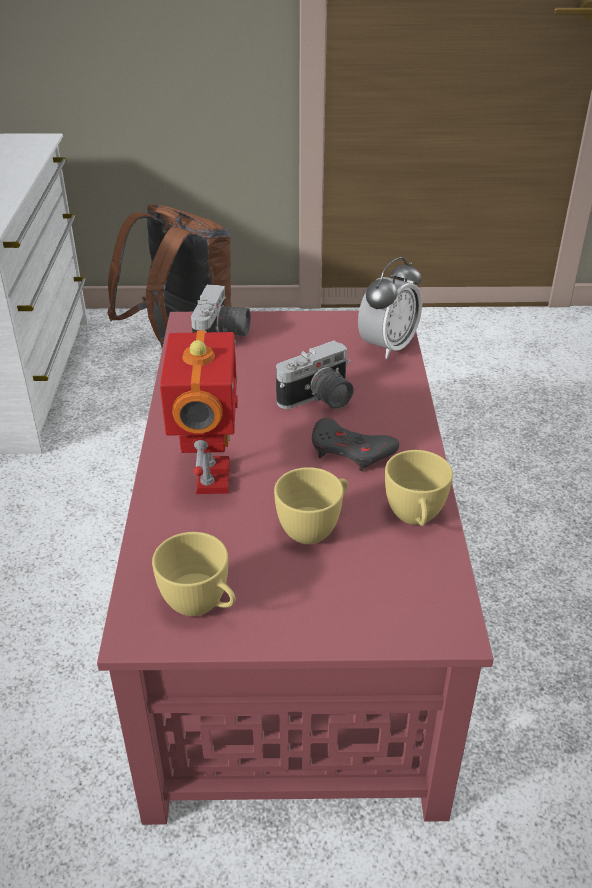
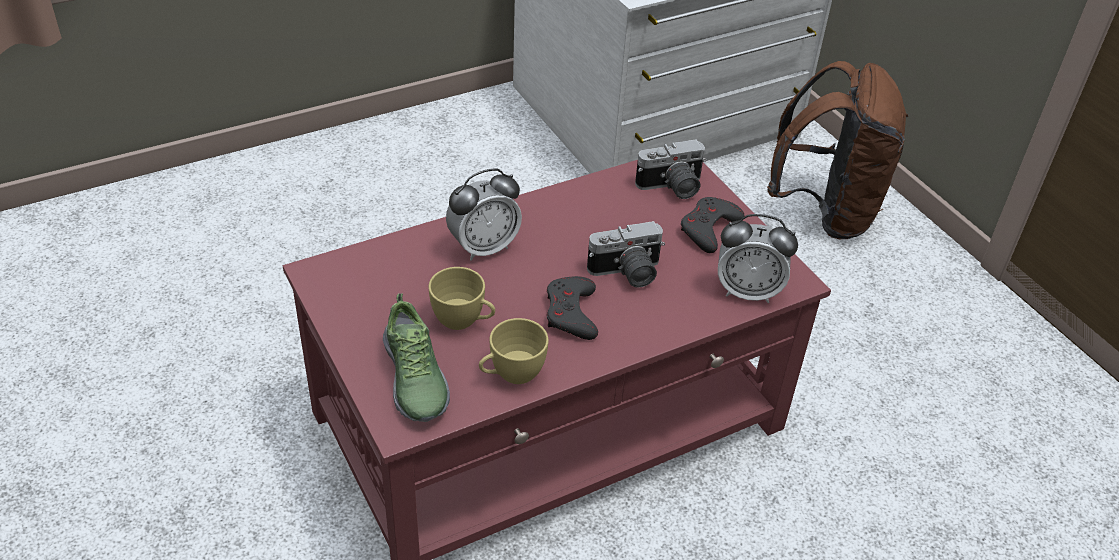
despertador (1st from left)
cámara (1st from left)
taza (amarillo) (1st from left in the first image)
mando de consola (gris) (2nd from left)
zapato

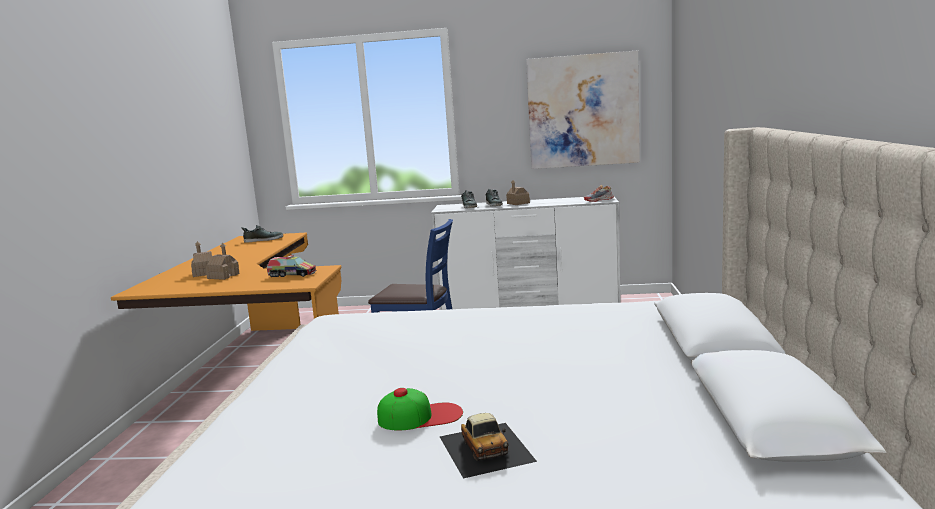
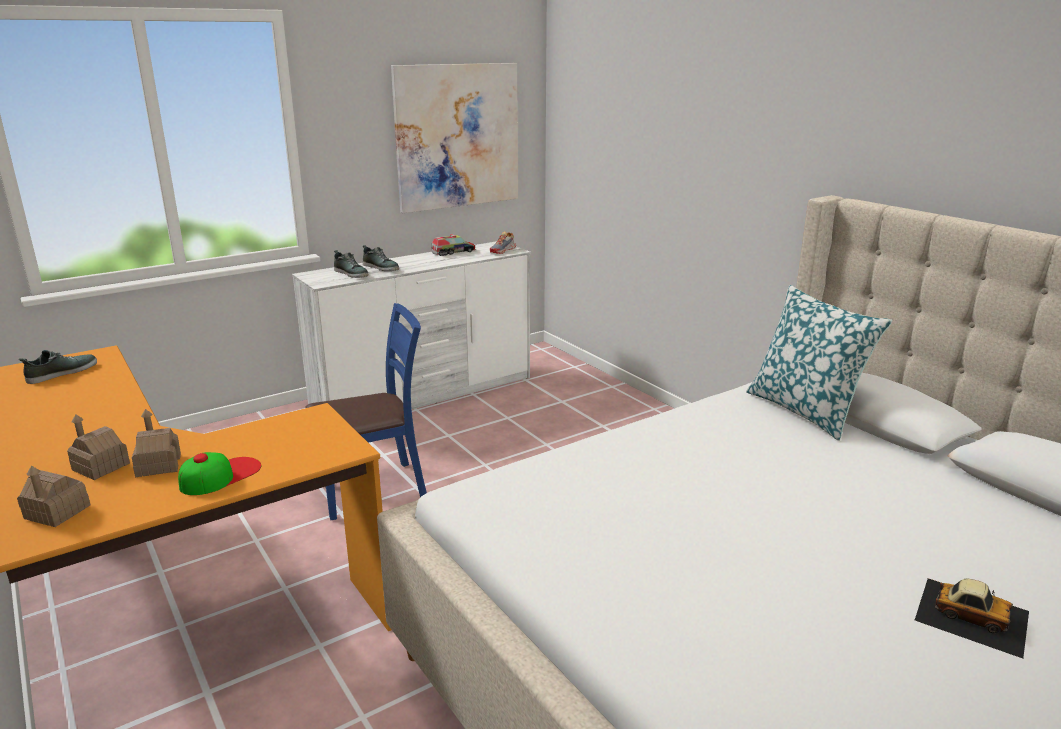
casita (1st from left)
camión de juguete
gorra
cojín

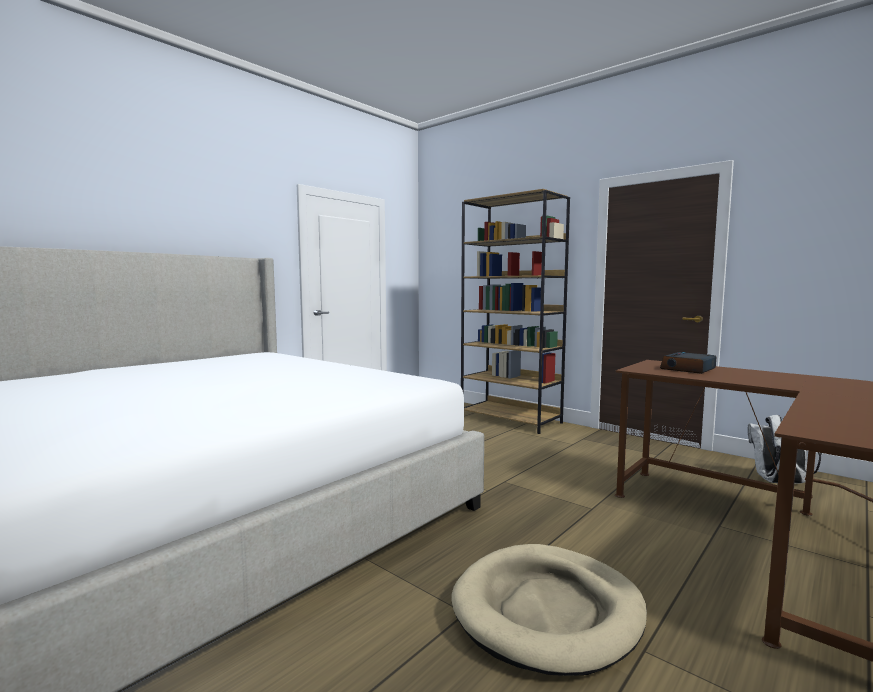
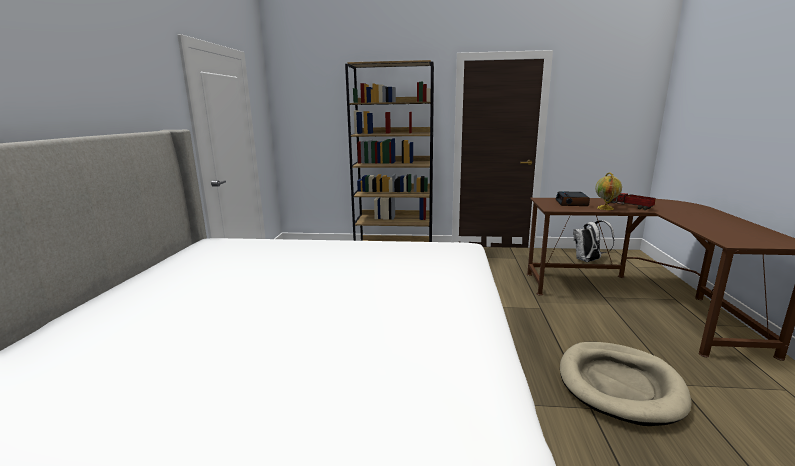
globo terráqueo
camión de juguete

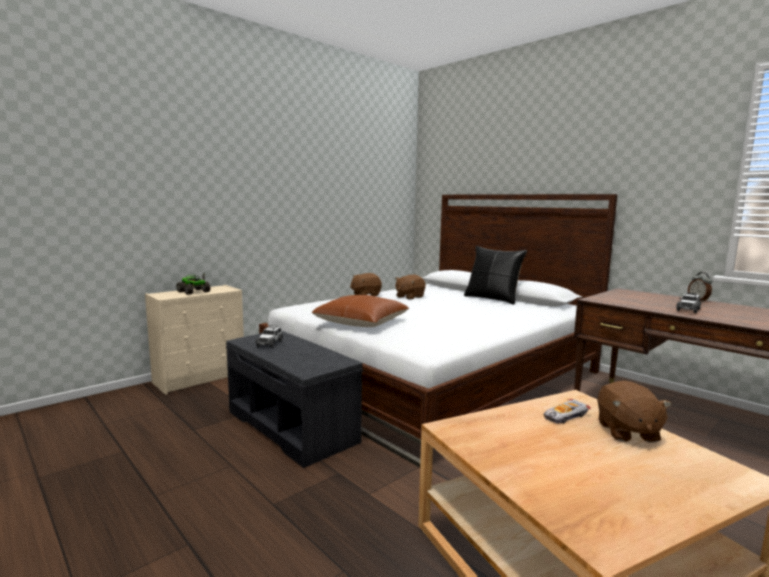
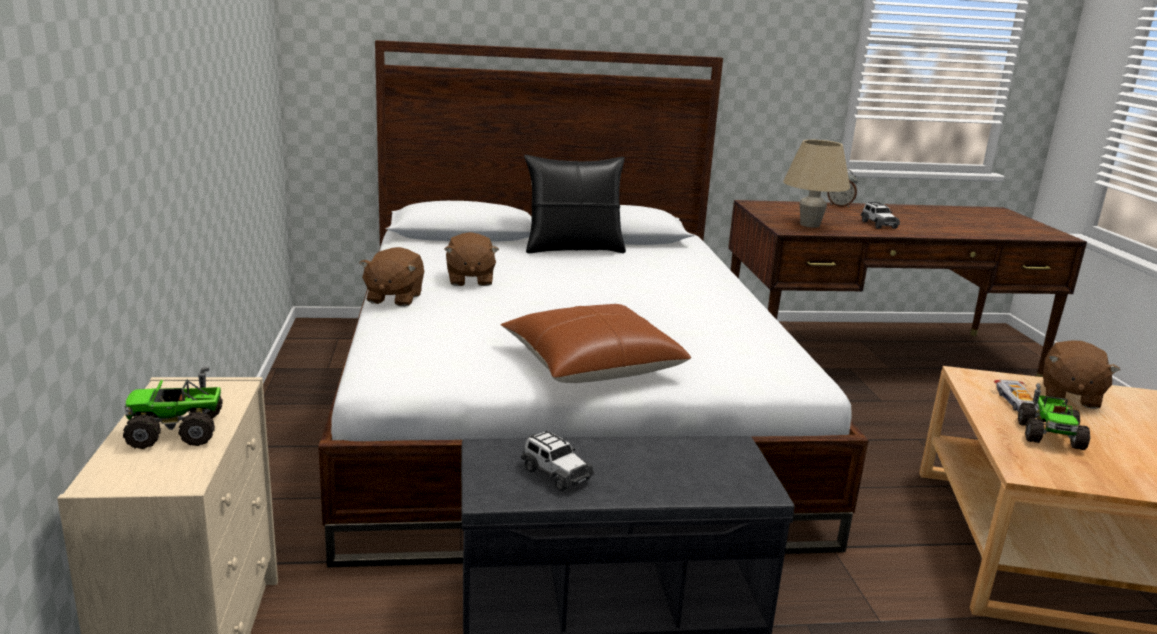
peluche (marrón) (3rd from left)
lámpara de mesa (beis)
camión de juguete (2nd from left)

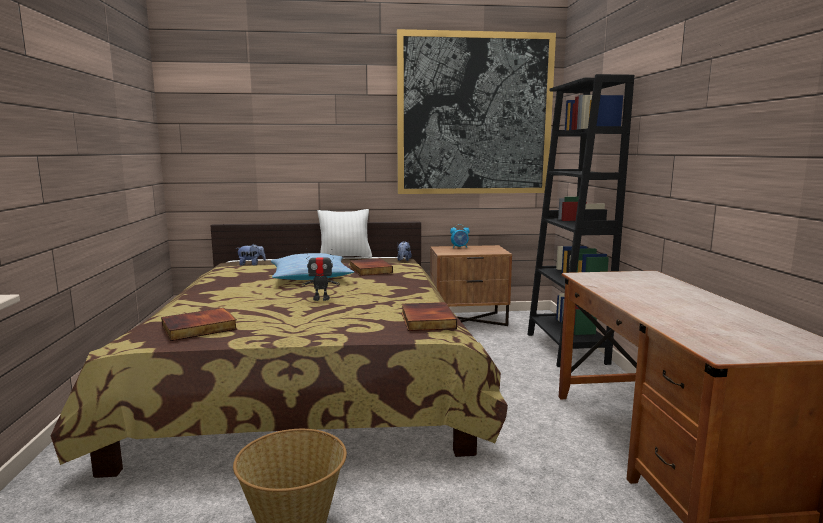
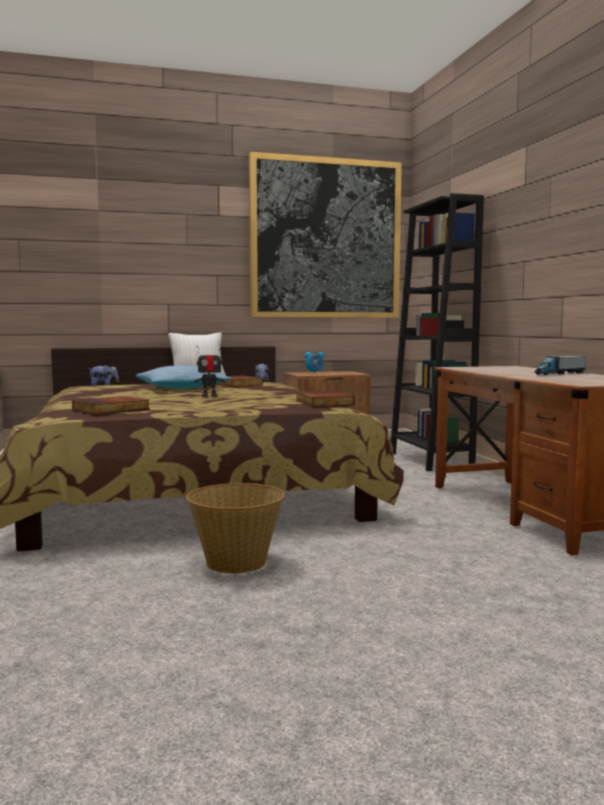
camión de juguete

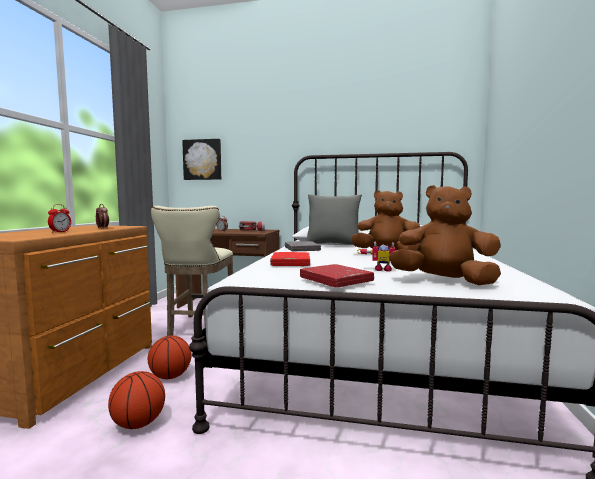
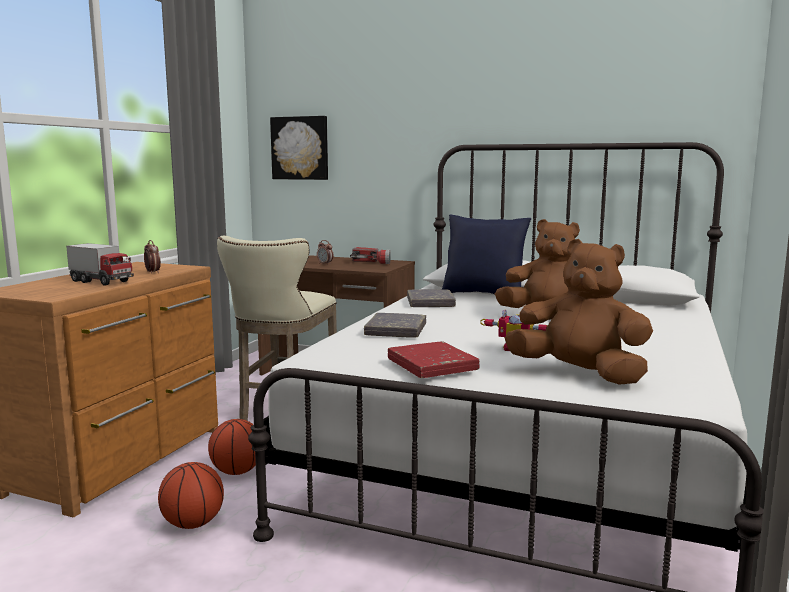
cojín (azul)
camión de juguete
libro (gris) (1st from left)

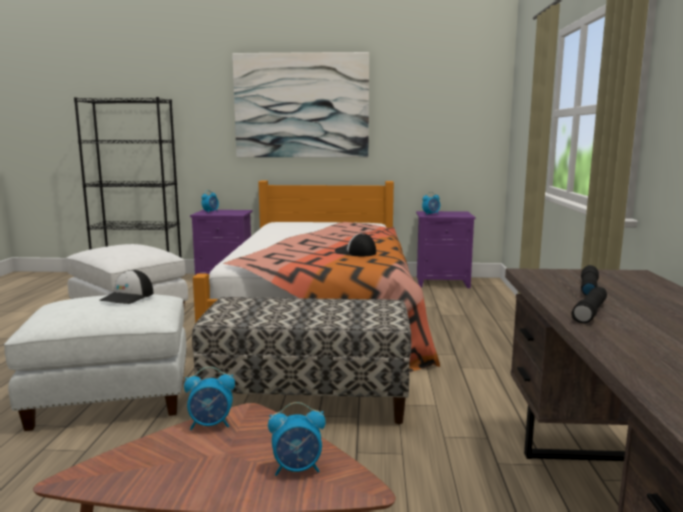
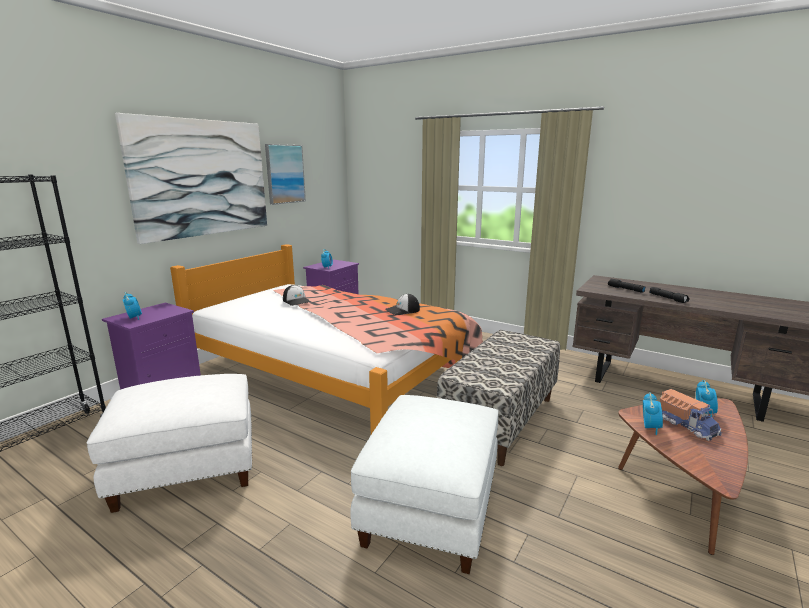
gorra (1st from left)
cuadro (2nd from left)
camión de juguete

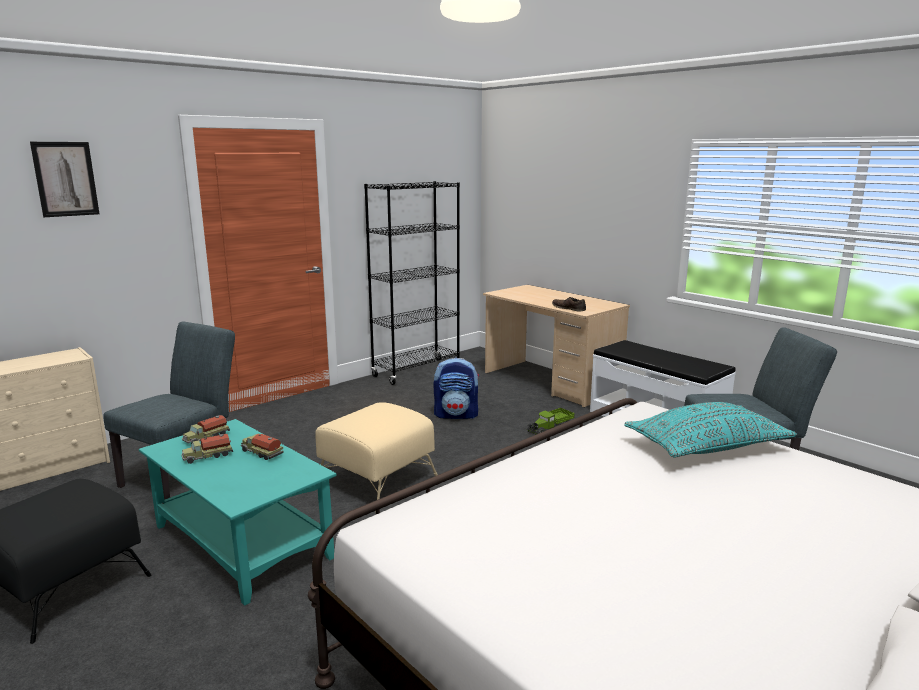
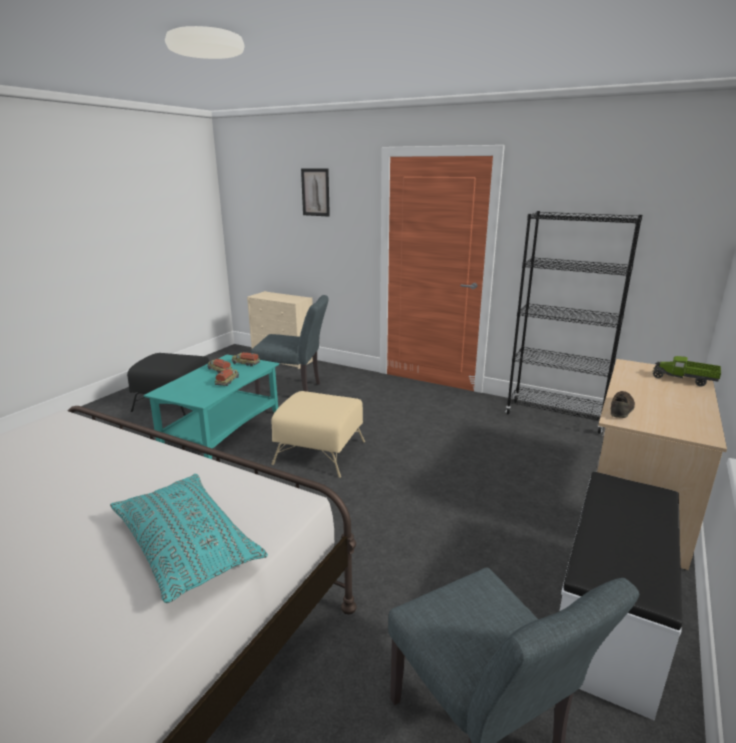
mochila
camión de juguete (4th from left)

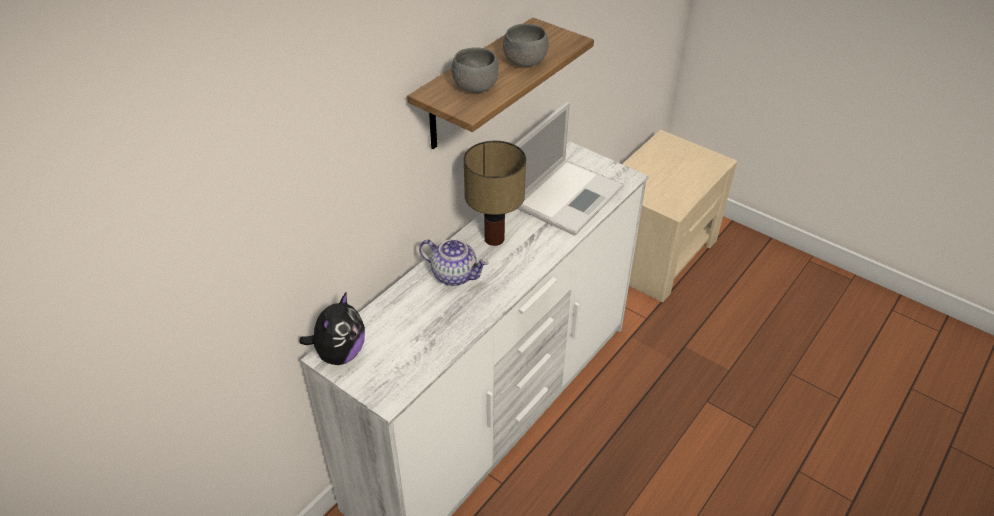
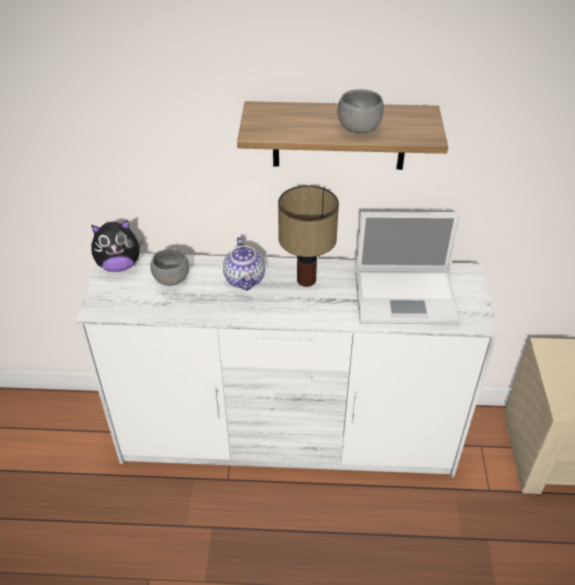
cuenco (gris) (1st from left)

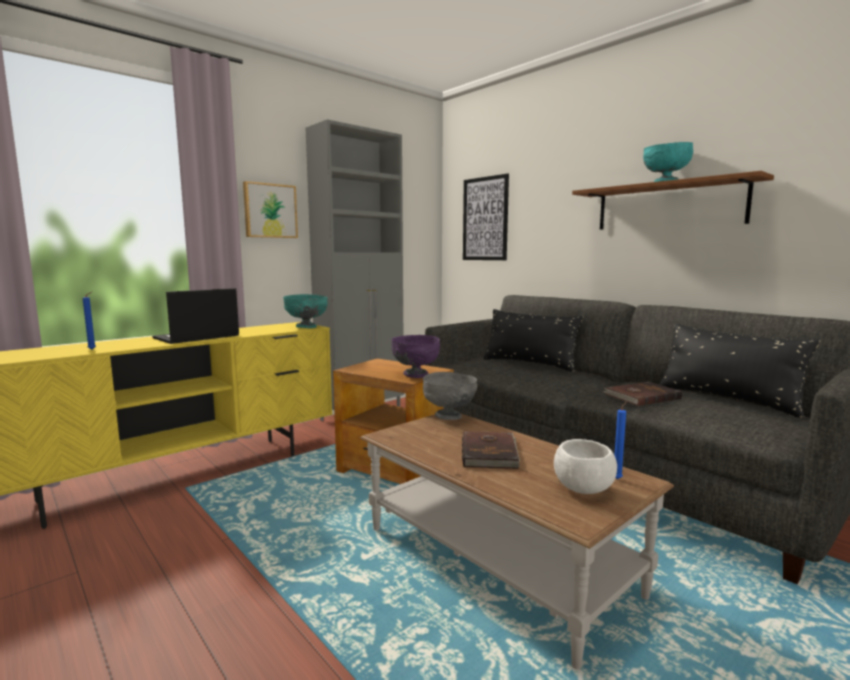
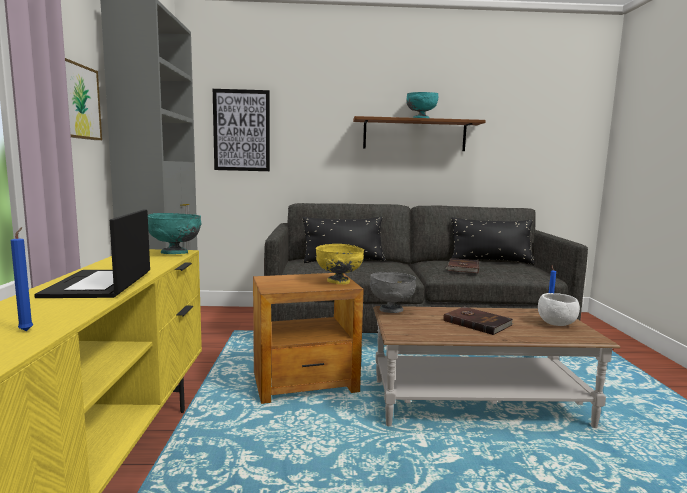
cuenco (amarillo)

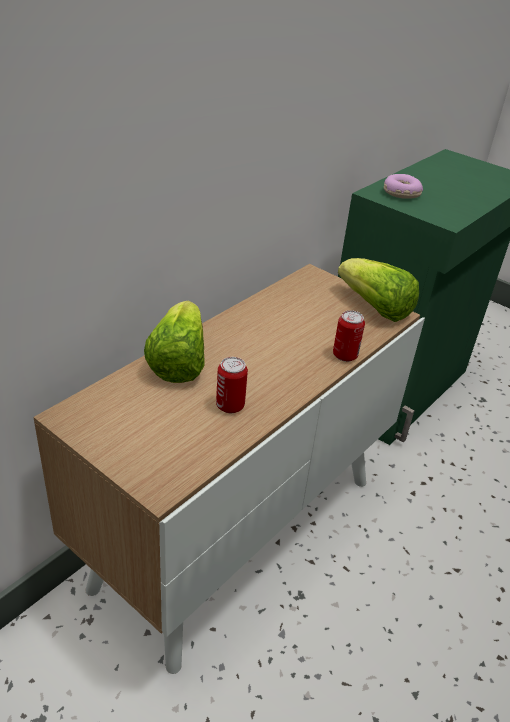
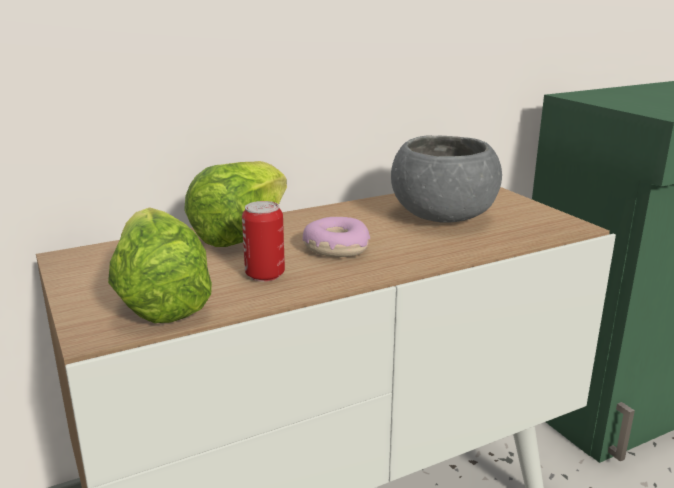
rosquilla
lechuga (1st from left)
lata (2nd from left in the first image)
cuenco (gris)

